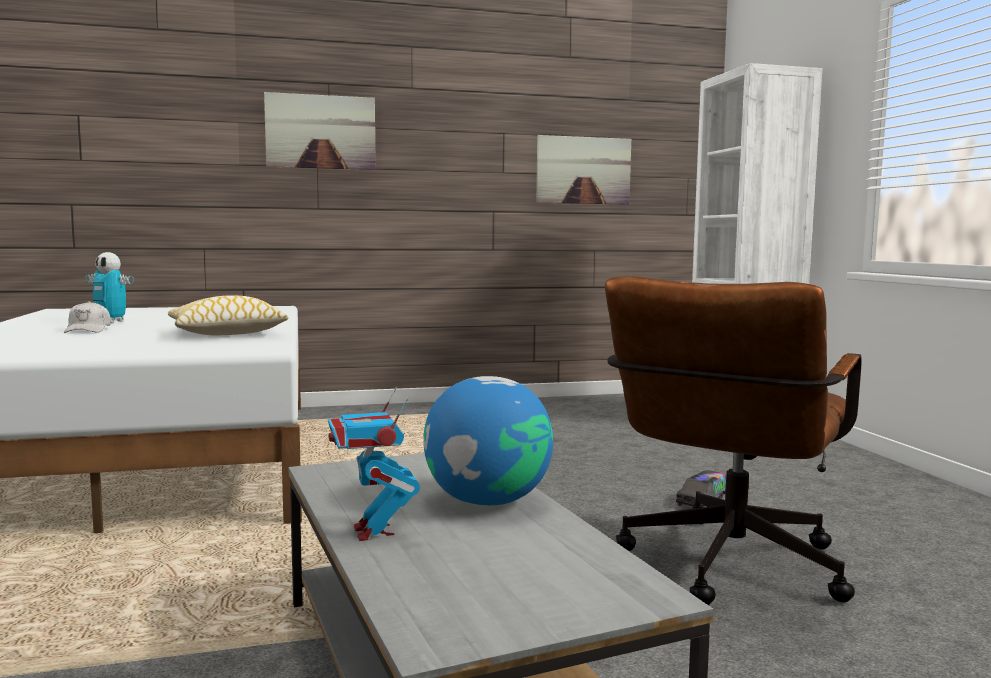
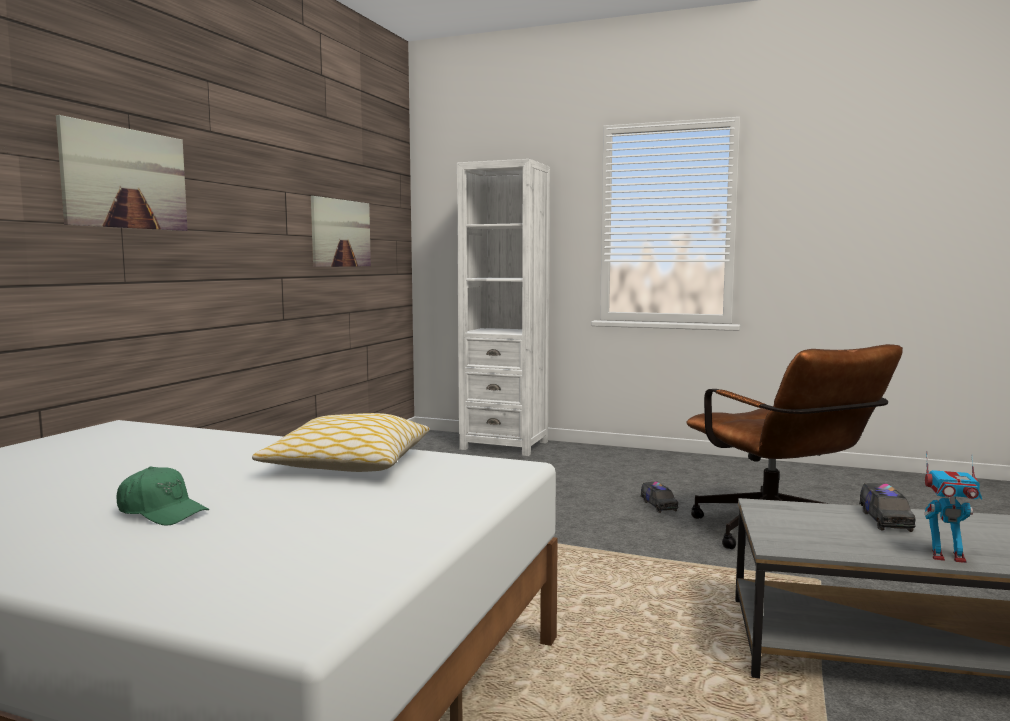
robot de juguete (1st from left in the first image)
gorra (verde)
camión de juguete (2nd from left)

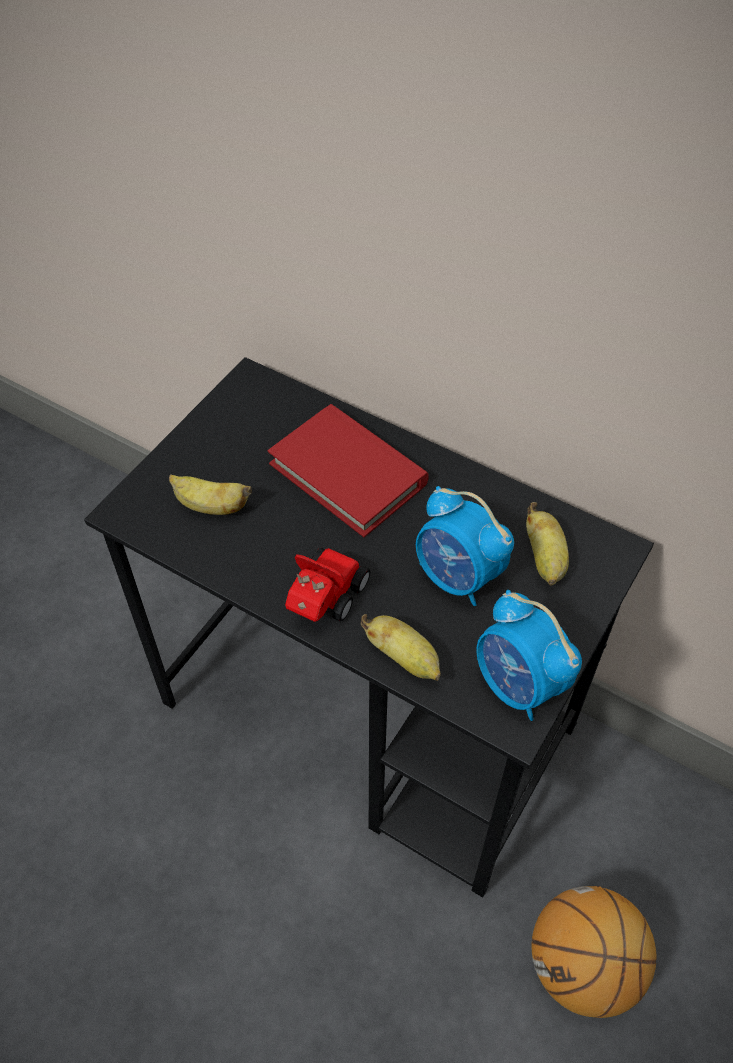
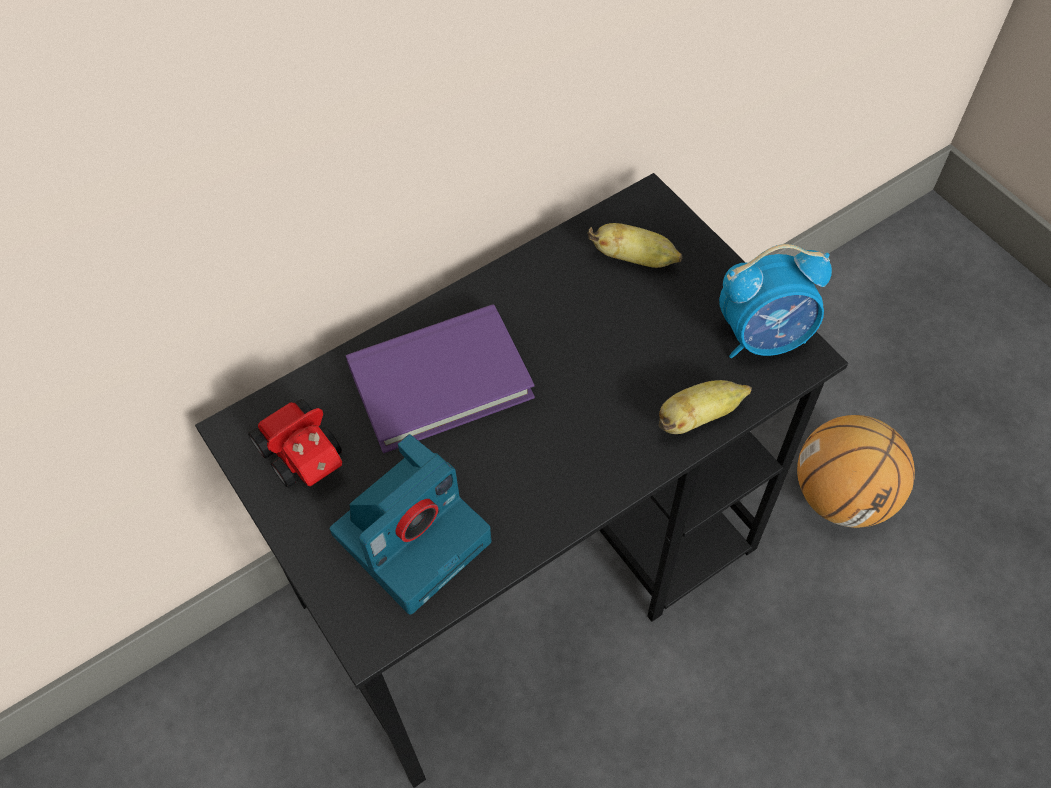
libro (morado)
cámara
despertador (1st from left in the first image)
coche de juguete

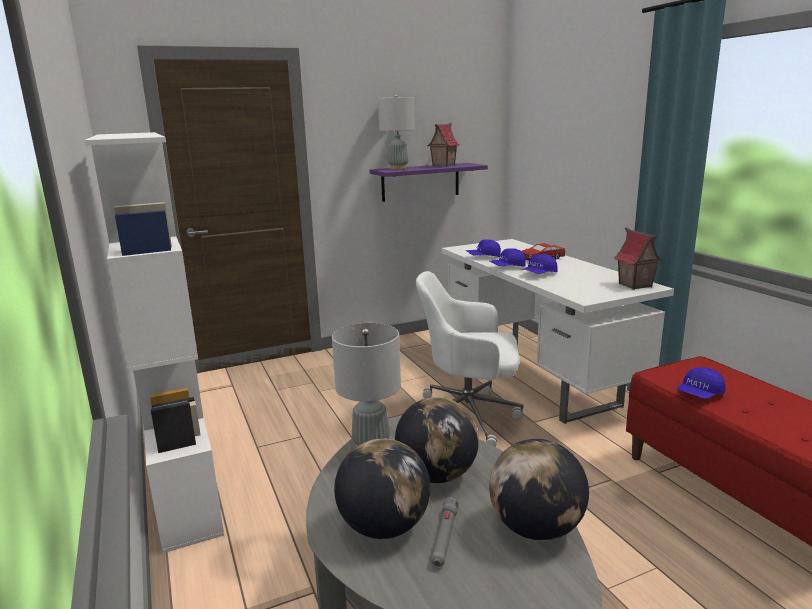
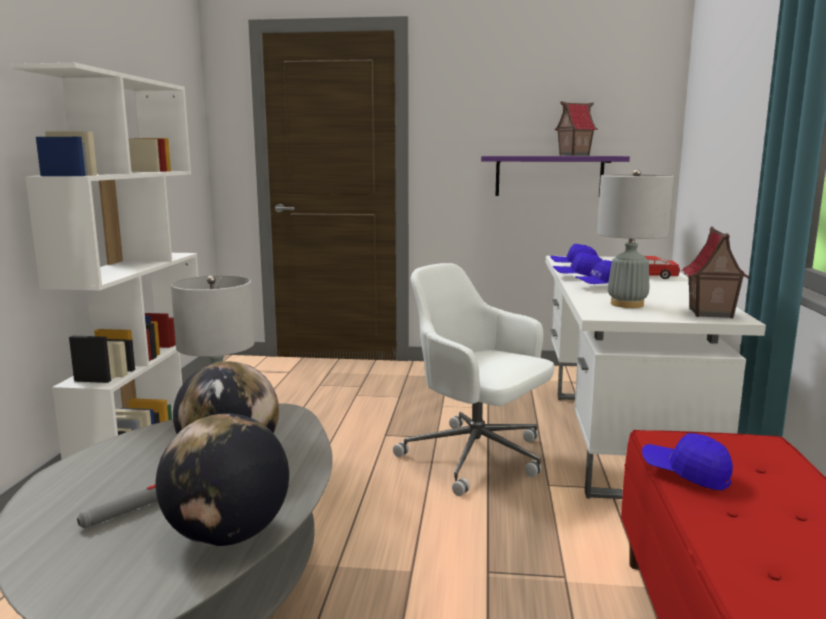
lámpara de mesa (gris) (2nd from left)
gorra (azul) (4th from left)
globo terráqueo (1st from left in the first image)

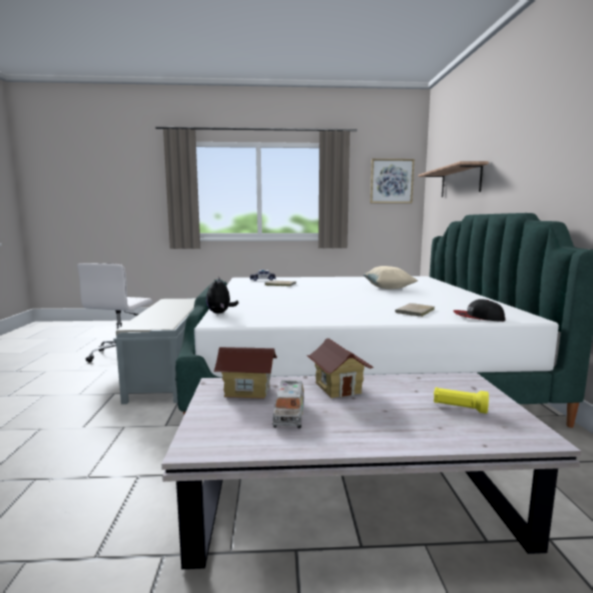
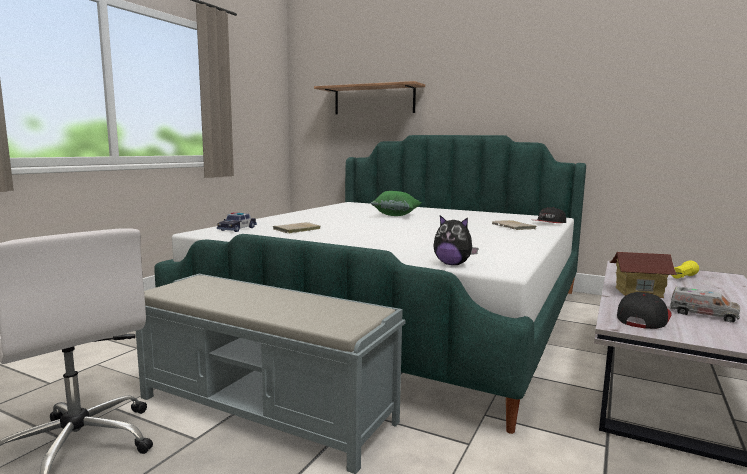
cuadro
cojín (verde)
gorra (2nd from left)

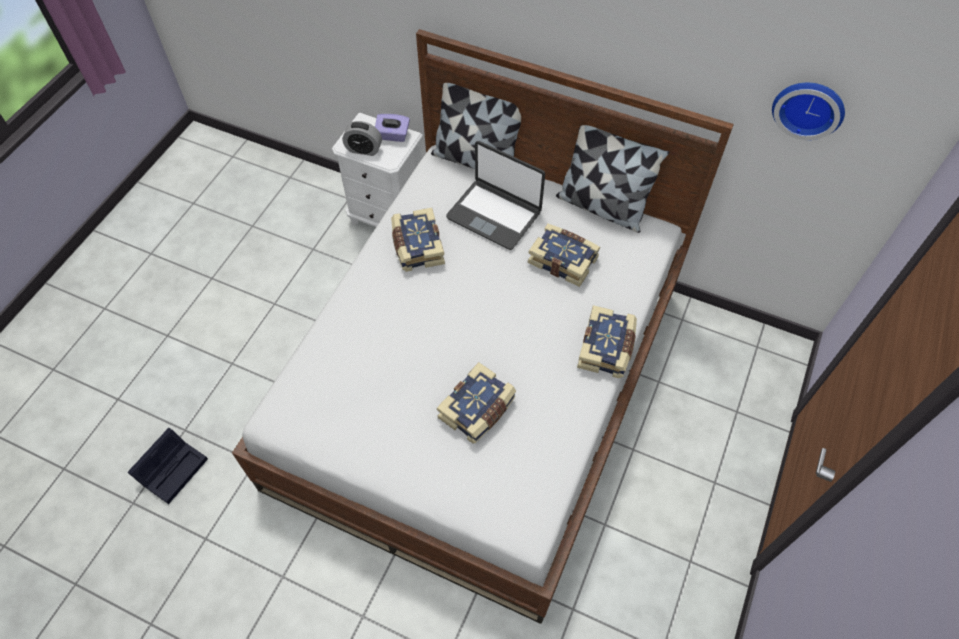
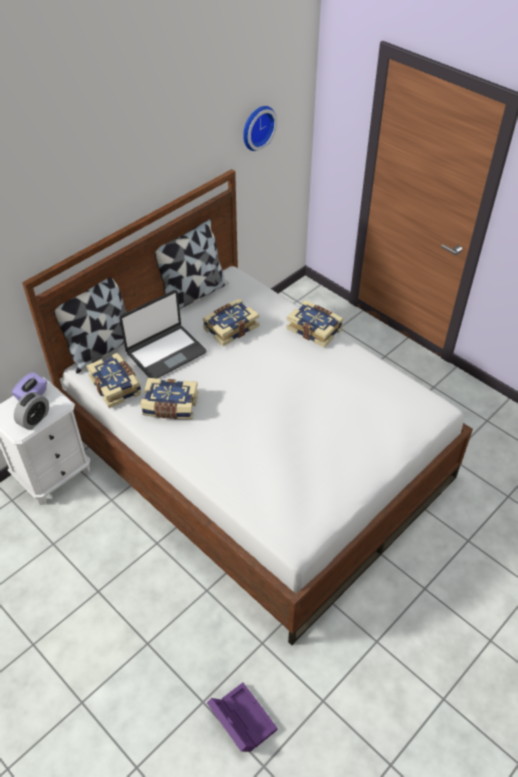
libro (1st from left)
caja de almacenaje (morado)

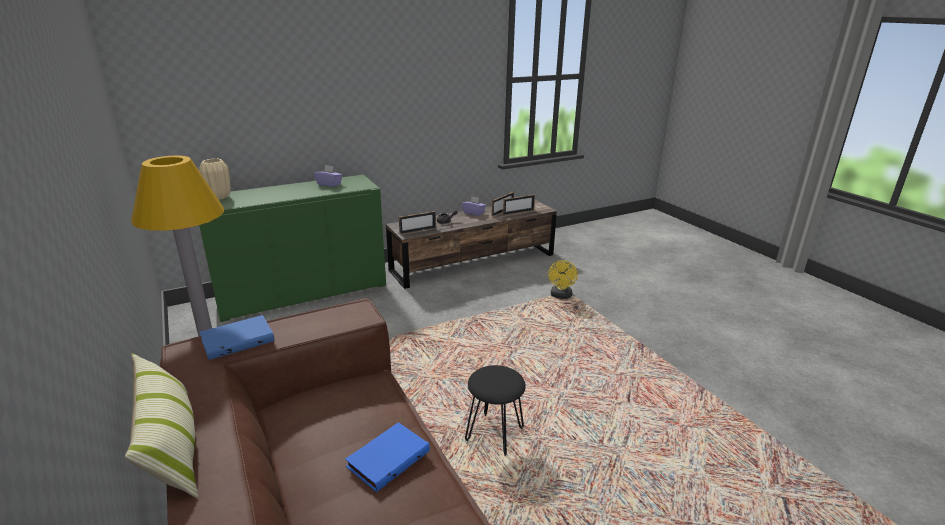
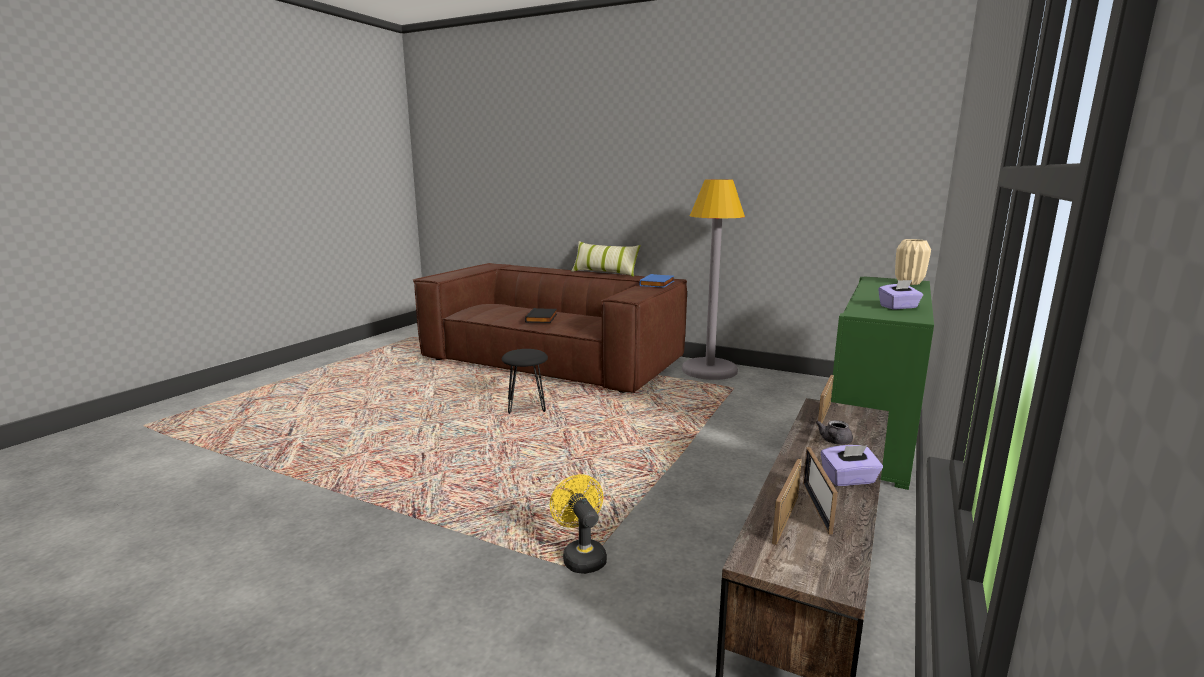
libro (negro)

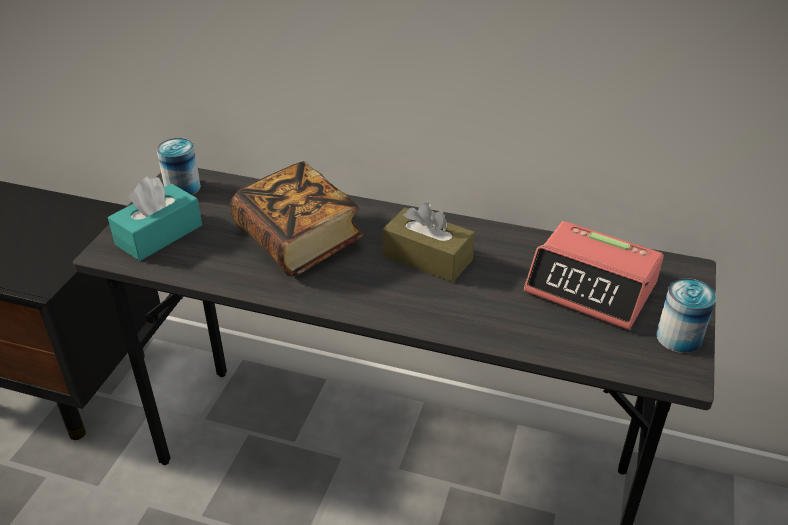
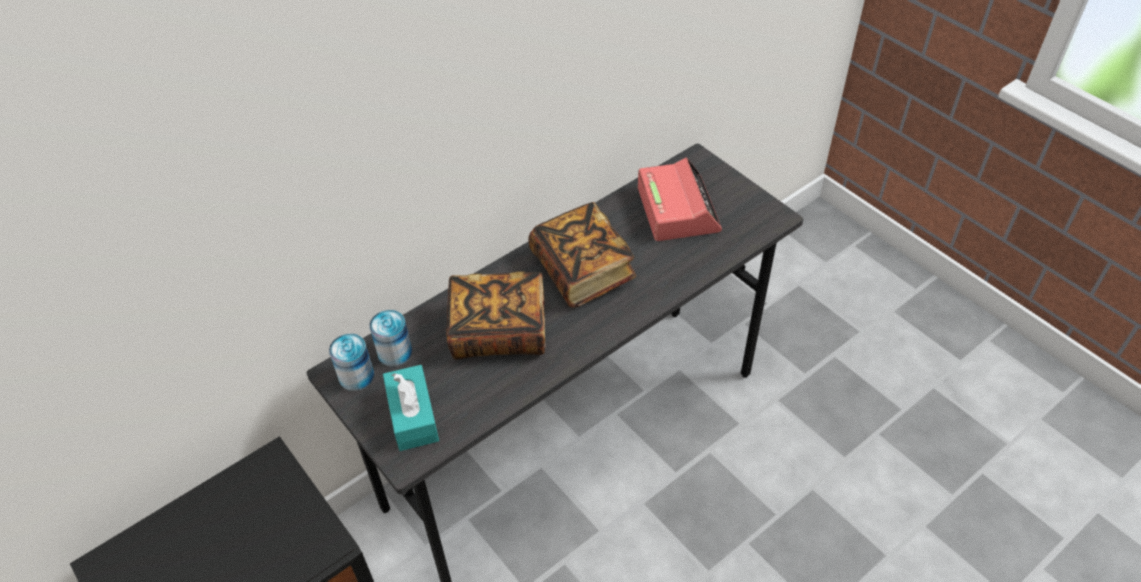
libro (2nd from left)
despertador
lata (2nd from left)

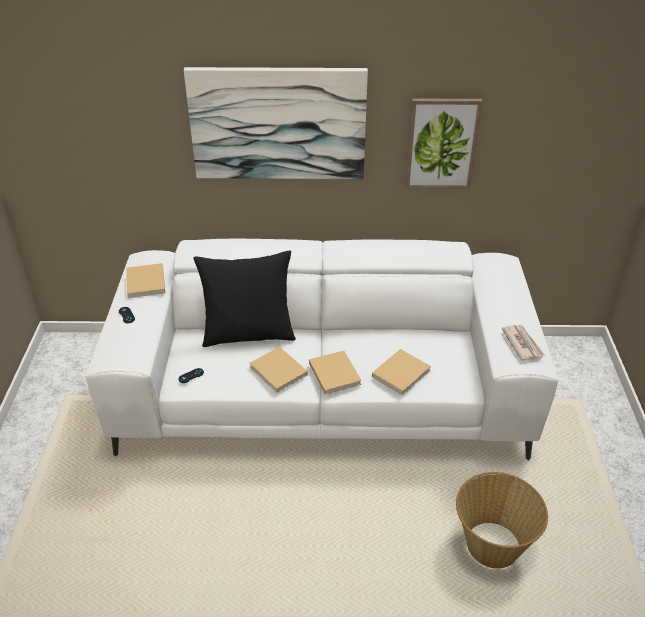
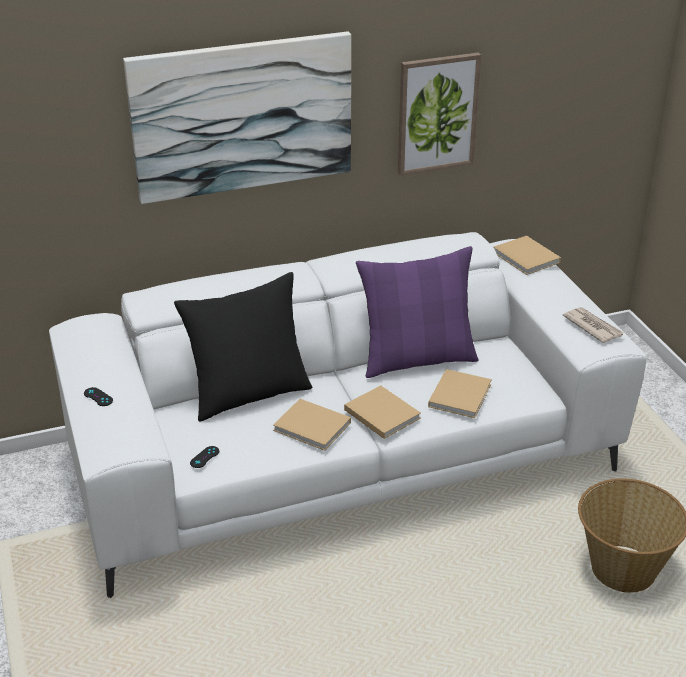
libro (beis) (4th from left)
cojín (morado)

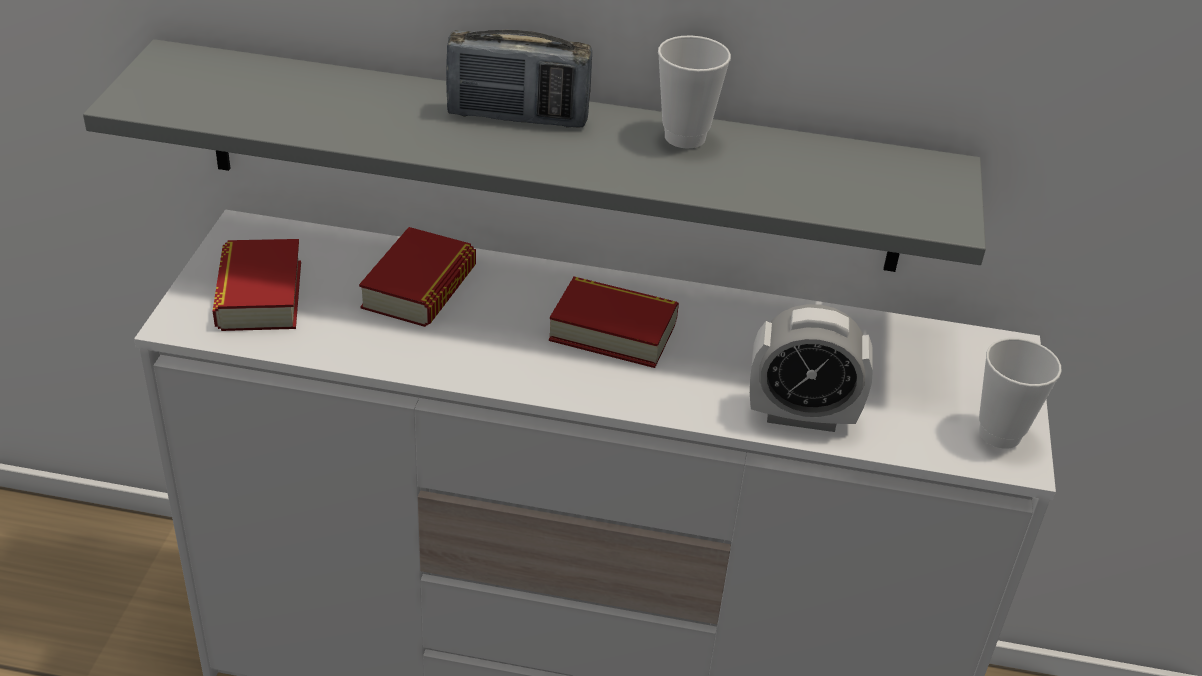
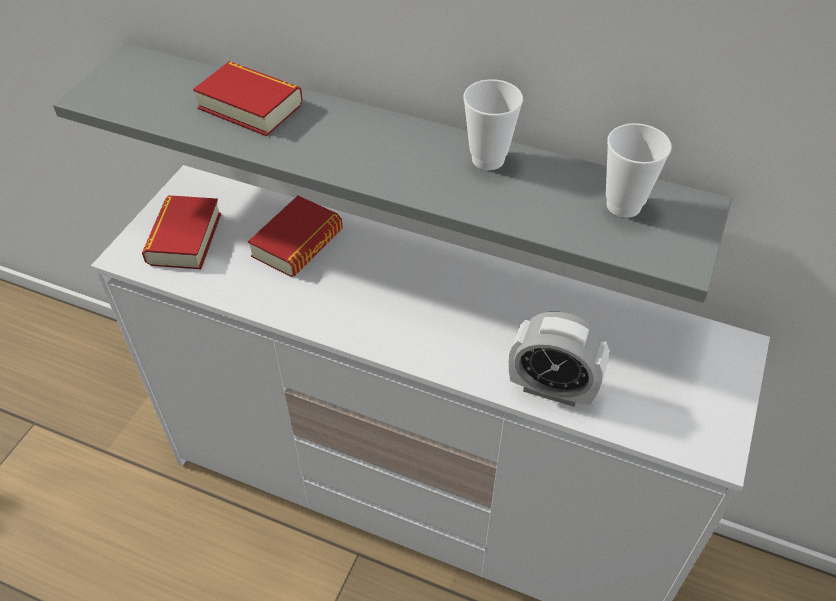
radio
libro (2nd from left)
taza (2nd from left)

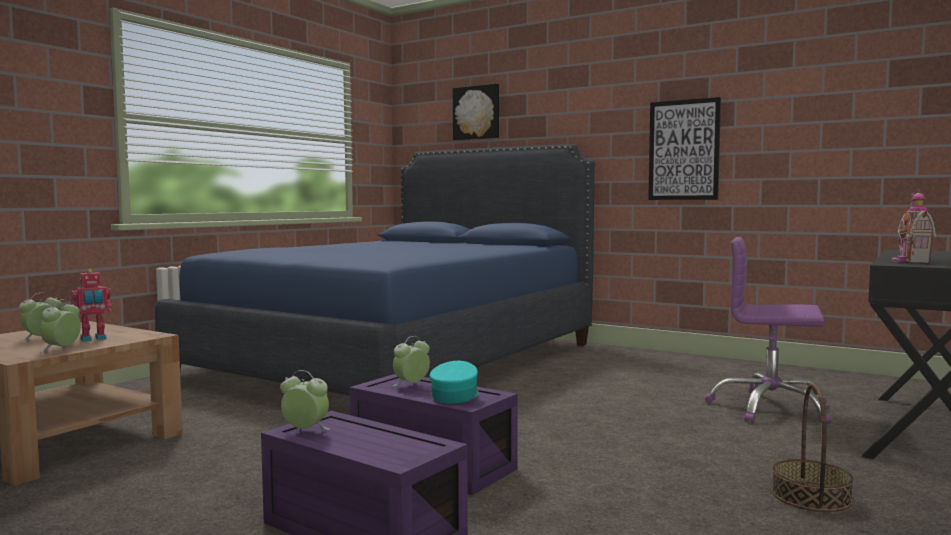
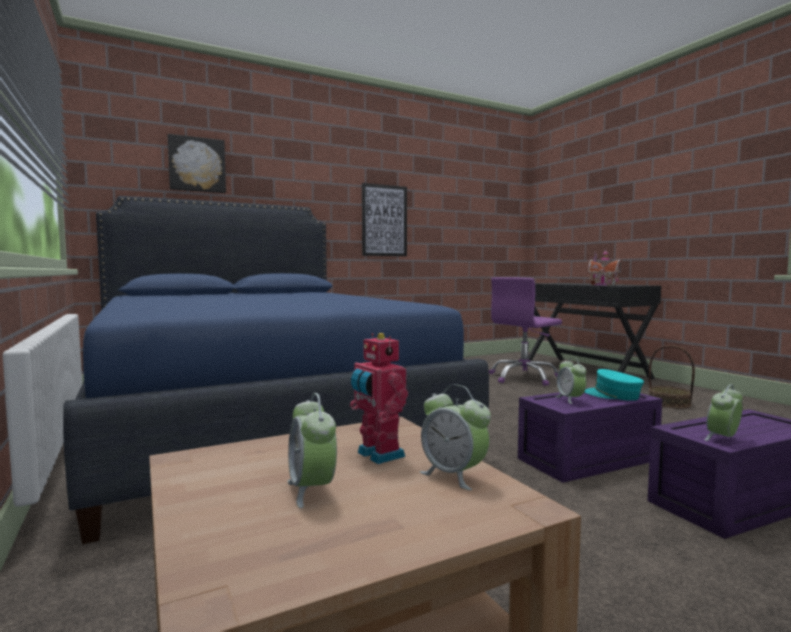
robot de juguete

